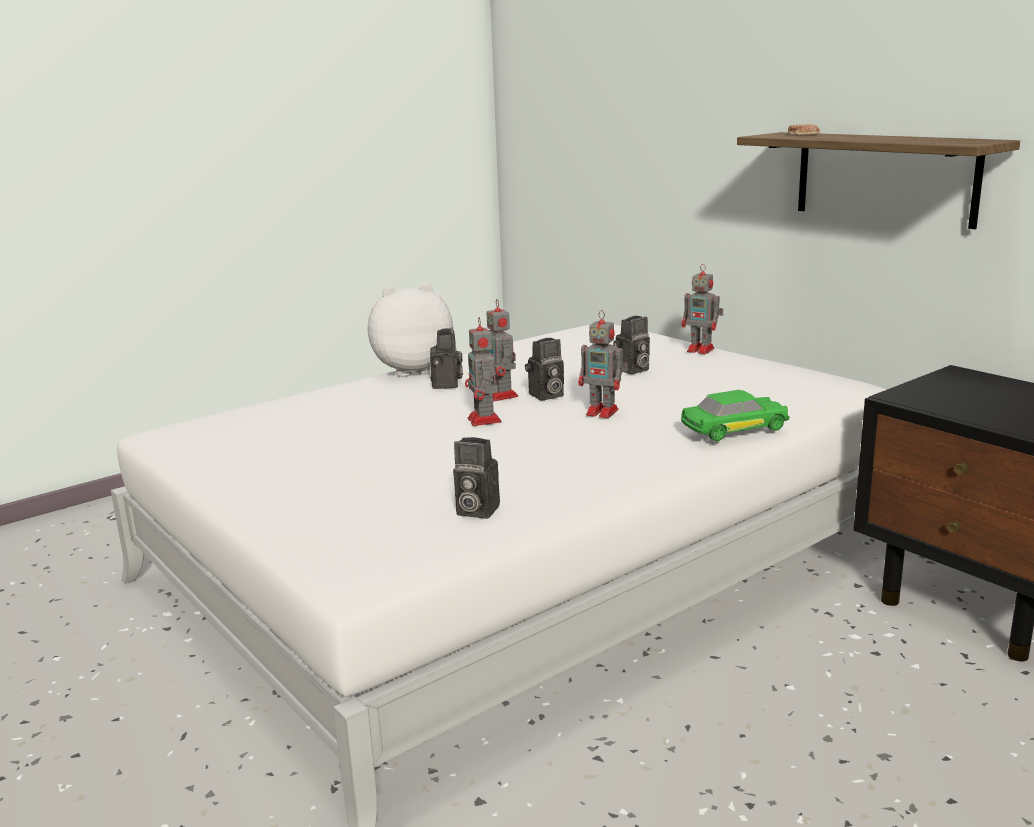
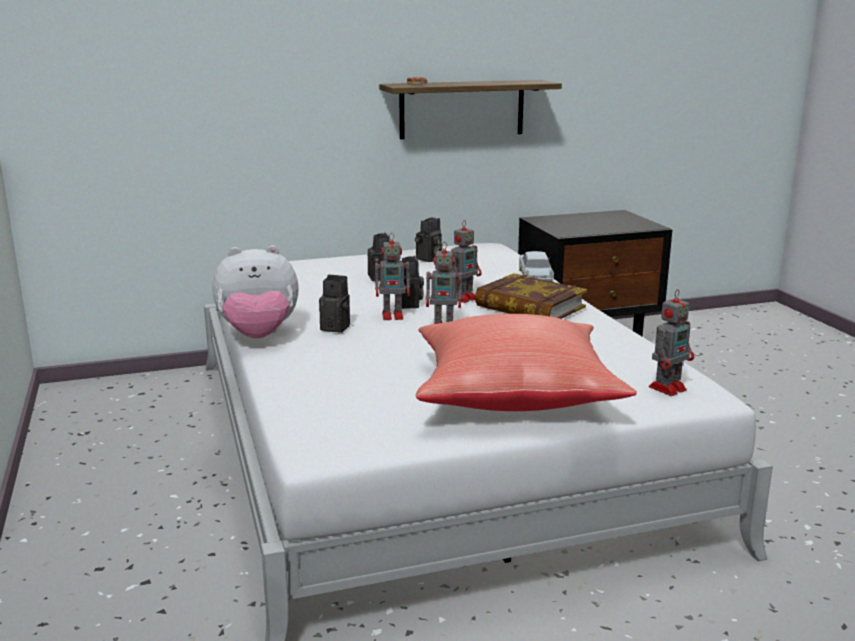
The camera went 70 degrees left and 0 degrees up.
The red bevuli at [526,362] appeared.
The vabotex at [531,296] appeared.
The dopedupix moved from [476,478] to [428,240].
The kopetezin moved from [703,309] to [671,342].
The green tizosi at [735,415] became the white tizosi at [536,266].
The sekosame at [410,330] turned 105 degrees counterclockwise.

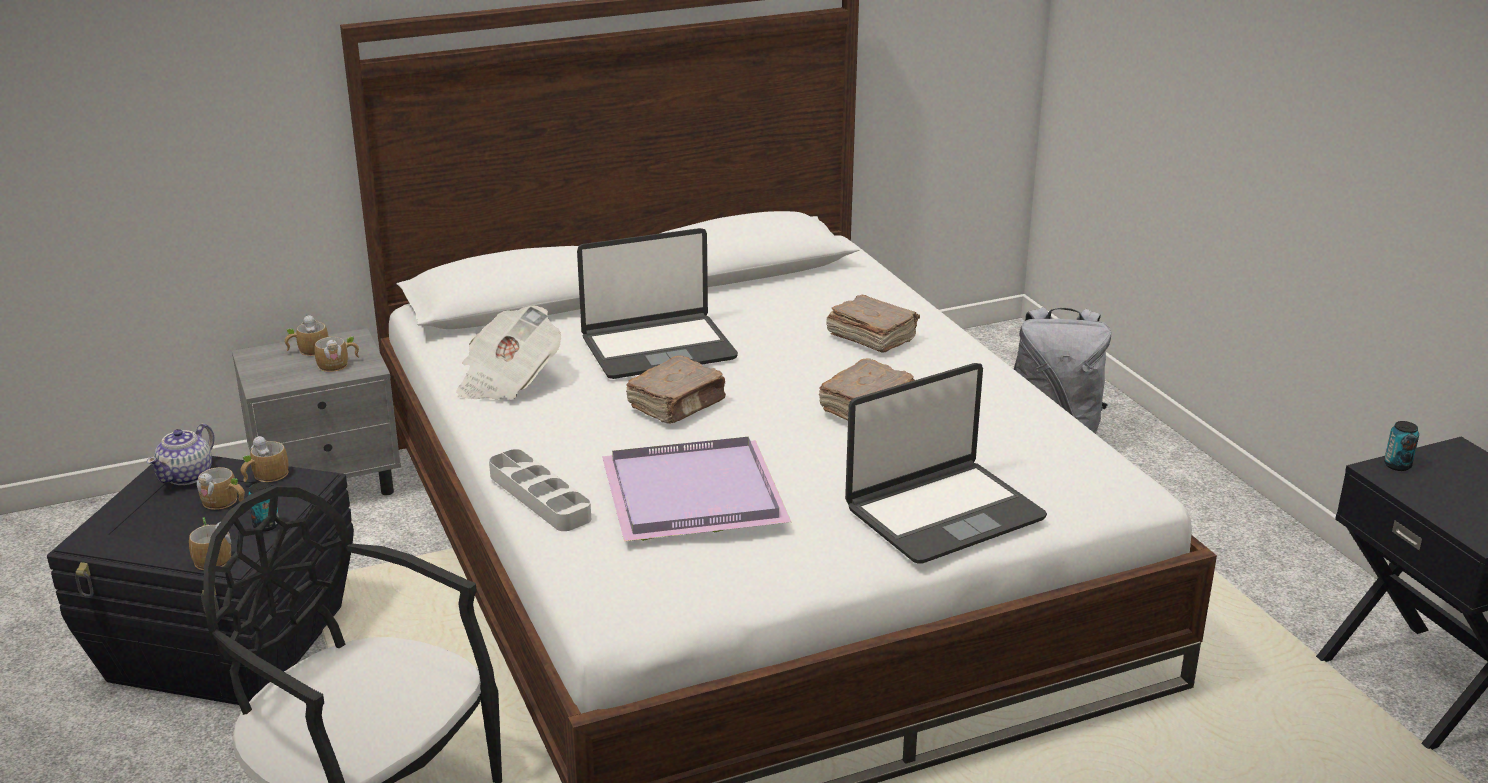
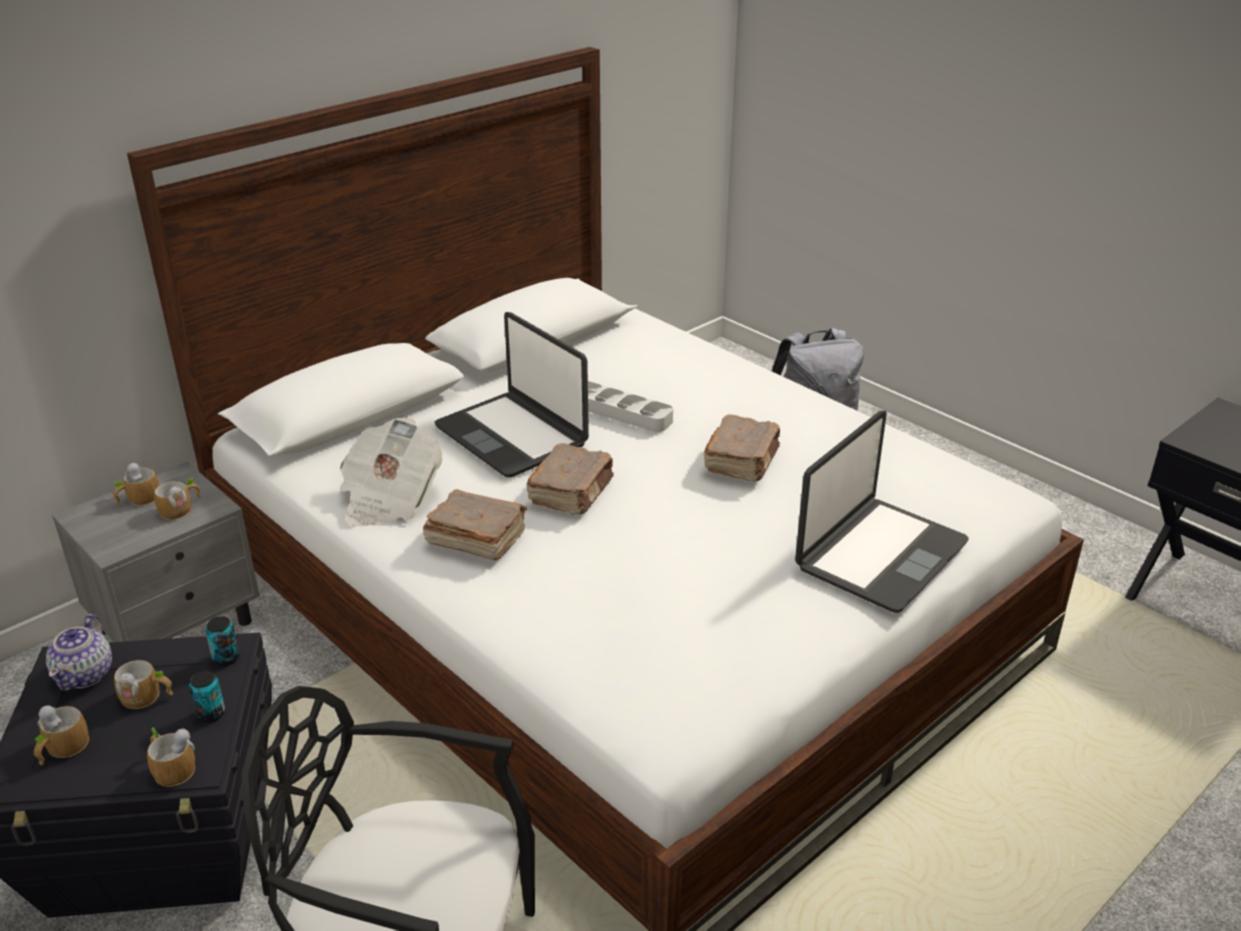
The camera went 20 degrees left and 5 degrees up.
The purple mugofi at [696,489] disappeared.
The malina moved from [265,459] to [61,735].
The grey mugofi moved from [540,490] to [630,406].
The brown vabotex moved from [873,323] to [475,524].
The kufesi moved from [1401,446] to [222,641].
The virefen at [657,303] turned 90 degrees clockwise.

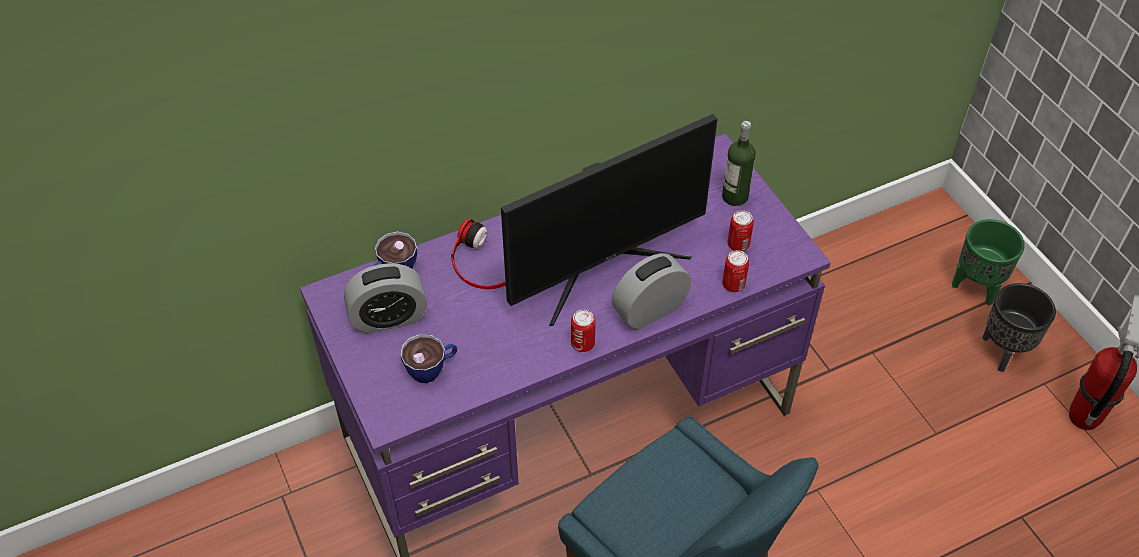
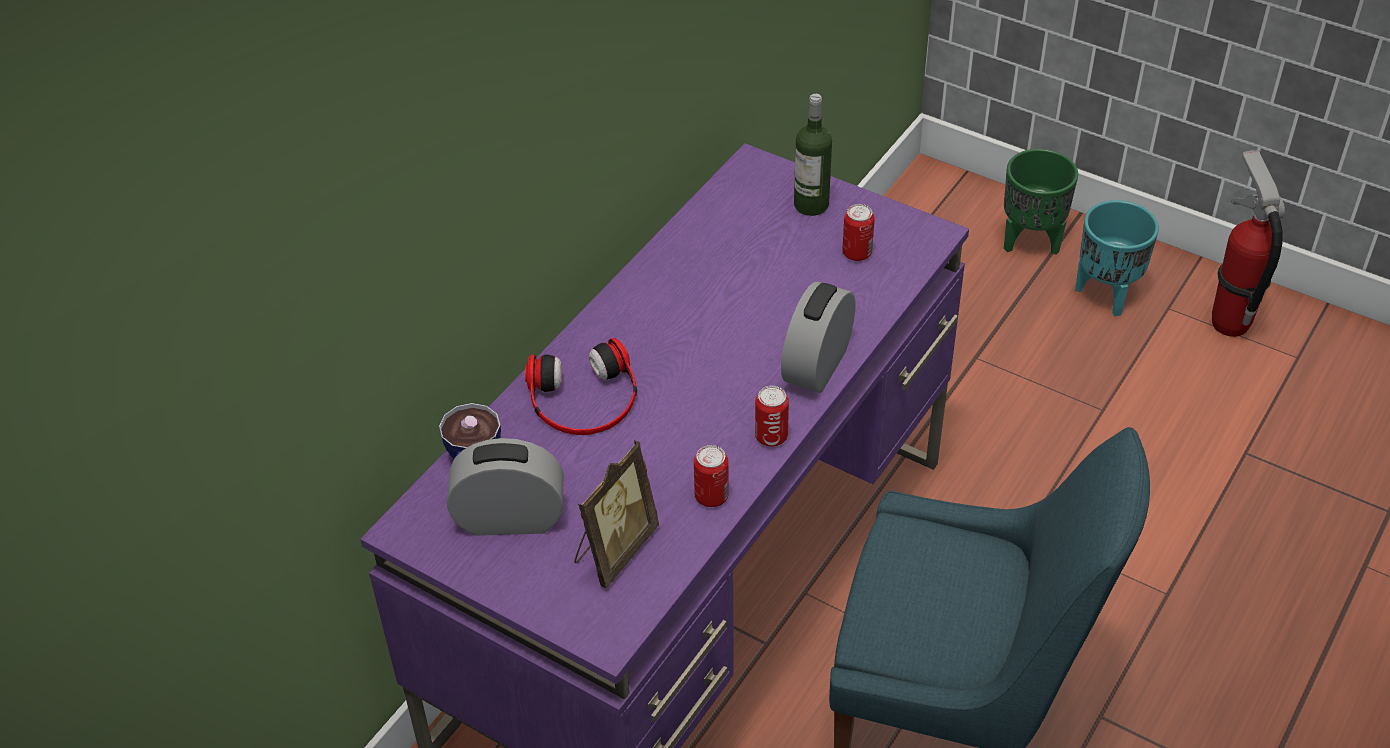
The camera went 30 degrees left and 5 degrees down.
The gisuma at [609,220] disappeared.
The kufesi moved from [735,271] to [711,476].
The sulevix at [428,358] was replaced by the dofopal at [616,514].
The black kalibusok at [1019,327] became the turquoise kalibusok at [1117,258].
The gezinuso at [385,298] turned 135 degrees counterclockwise.

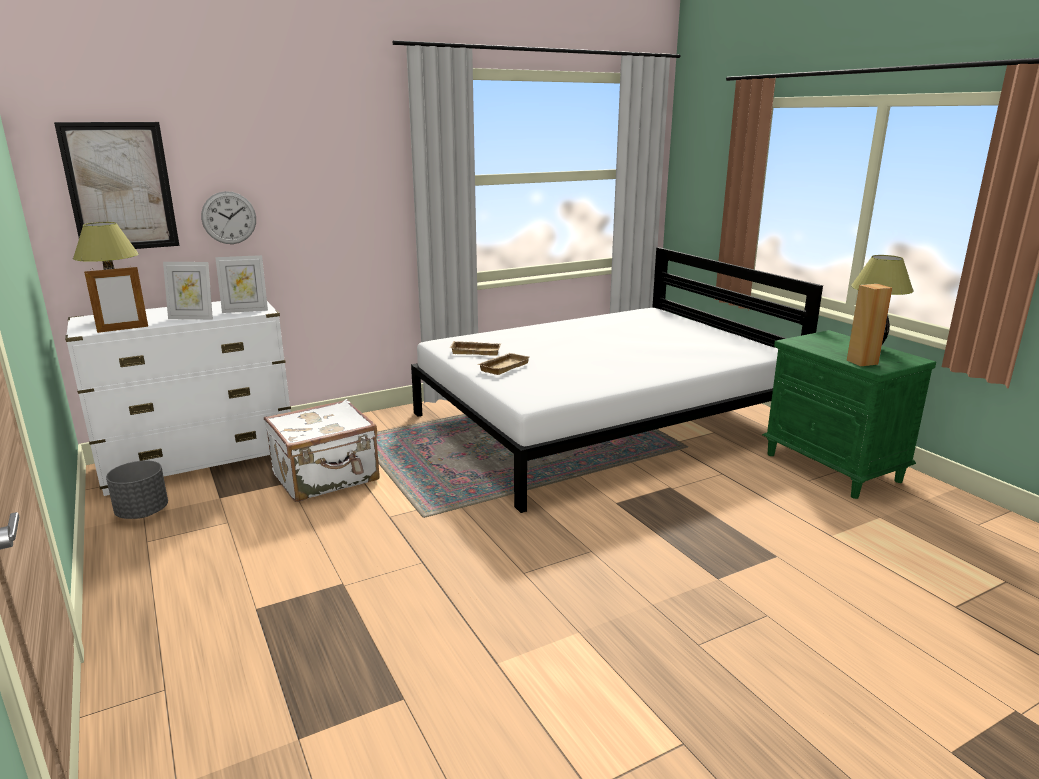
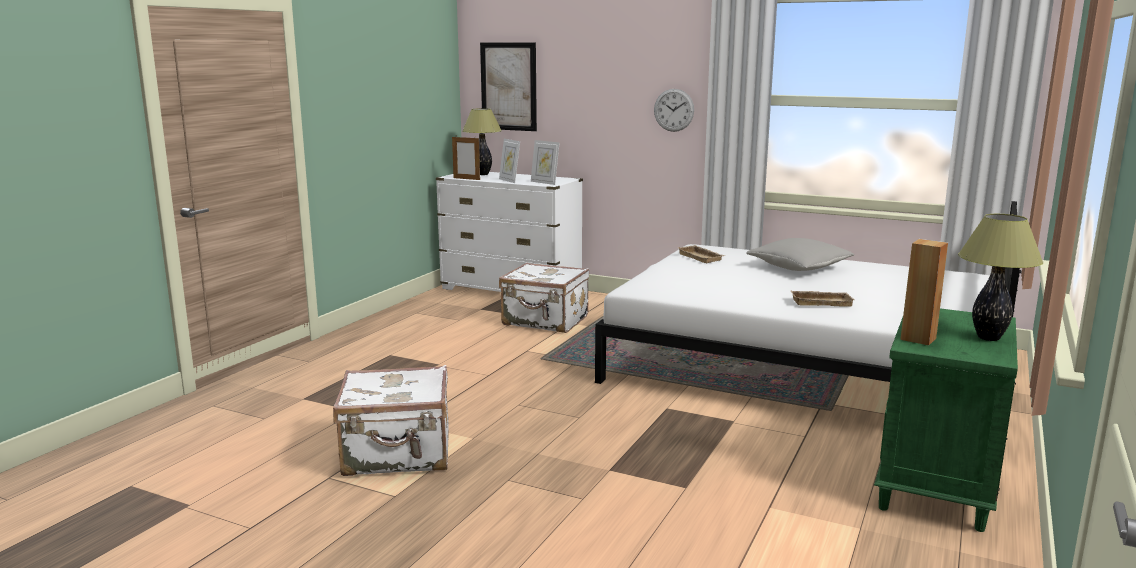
The camera went 55 degrees right and 5 degrees down.
The grey kalibusok at [137,489] disappeared.
The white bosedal at [391,420] appeared.
The grey bevuli at [800,254] appeared.
The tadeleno moved from [228,217] to [674,110].
The beige mugofi moved from [503,364] to [822,298].

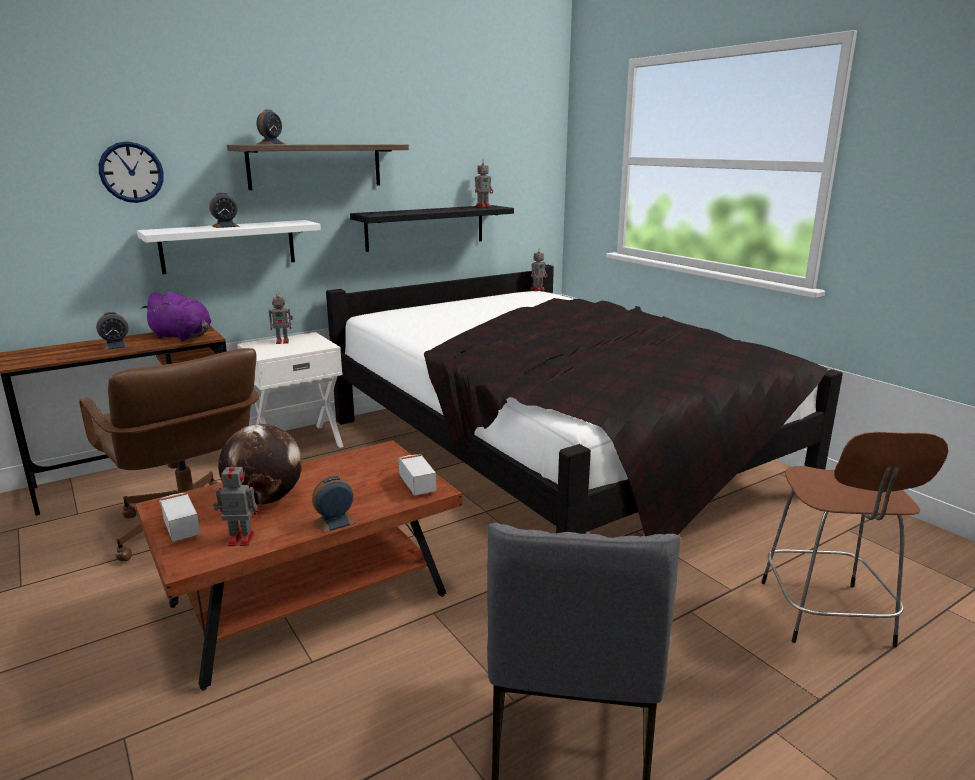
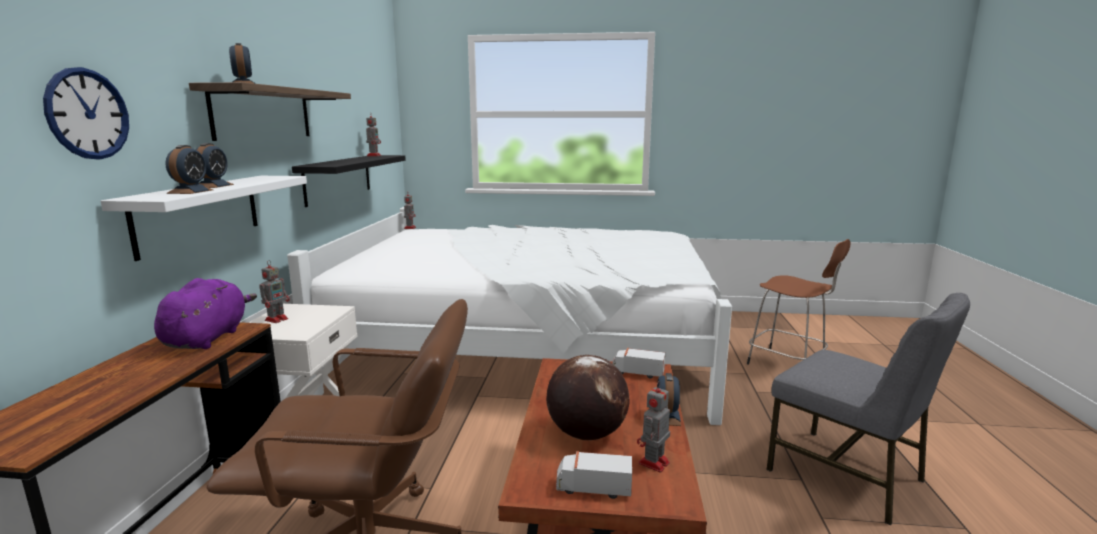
The camera went 50 degrees left and 5 degrees down.
The gezinuso moved from [113,331] to [189,169].
The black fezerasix at [584,400] became the white fezerasix at [509,316].
The purple sekosame at [176,316] turned 60 degrees counterclockwise.

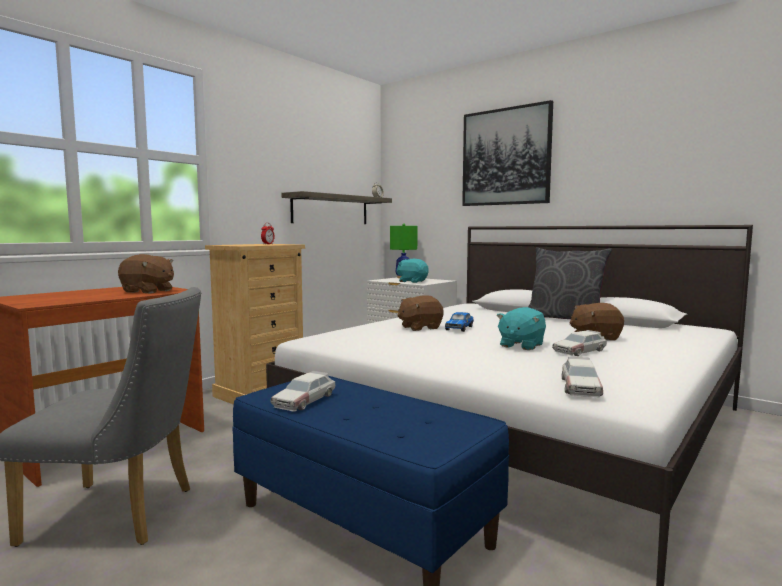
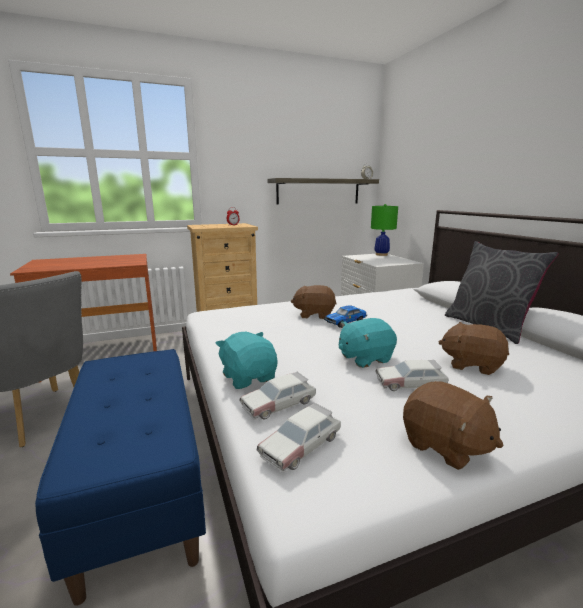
The camera went 30 degrees right and 10 degrees up.
The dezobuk at [507,153] disappeared.
The brown sekosame moved from [146,274] to [453,425].
The tizosi moved from [303,391] to [277,395].
The turquoise sekosame moved from [412,271] to [246,360].

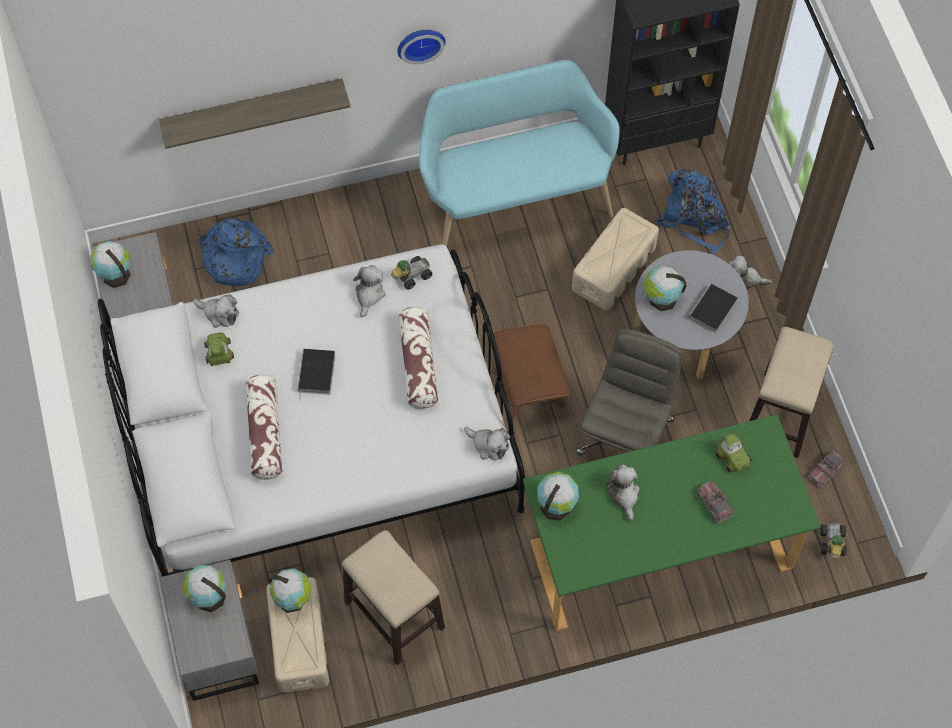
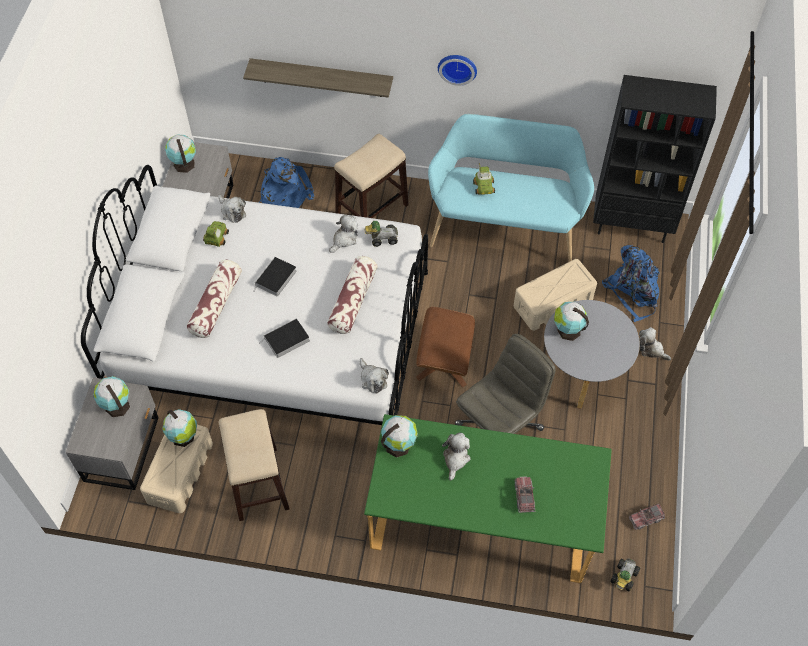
The camera went 25 degrees right and 5 degrees down.
The vabotex moved from [712,308] to [286,338].
The tizosi moved from [734,453] to [484,179].
The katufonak moved from [791,392] to [371,176].

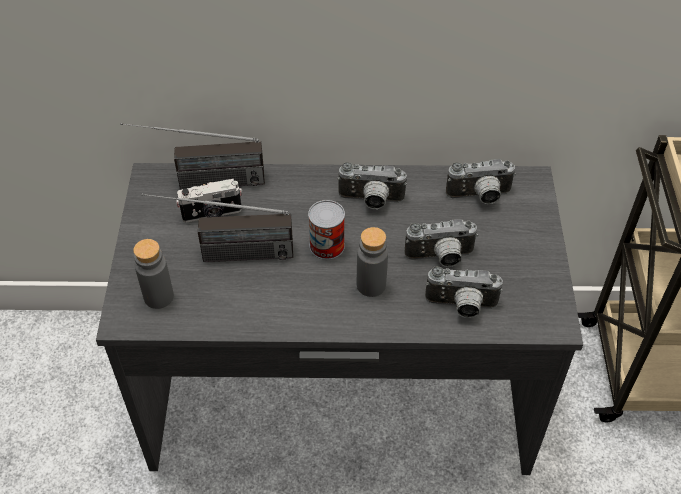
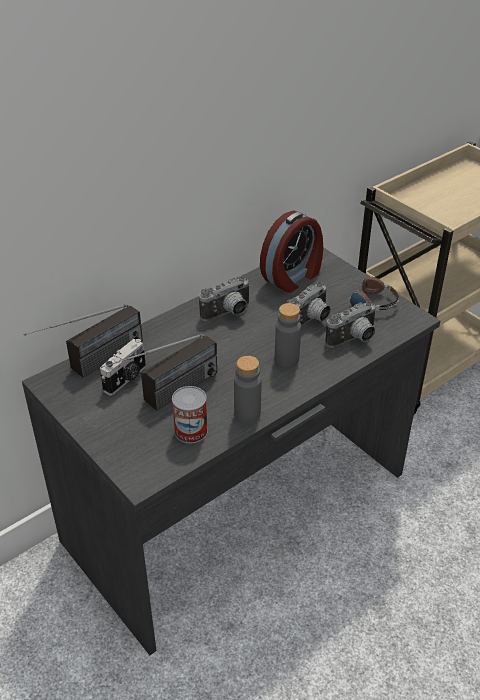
The camera went 40 degrees left and 10 degrees down.
The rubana at [372,293] appeared.
The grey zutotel moved from [153,274] to [247,389].
The kufesi moved from [326,230] to [190,414].
The dopedupix at [481,181] was replaced by the gezinuso at [291,252].

